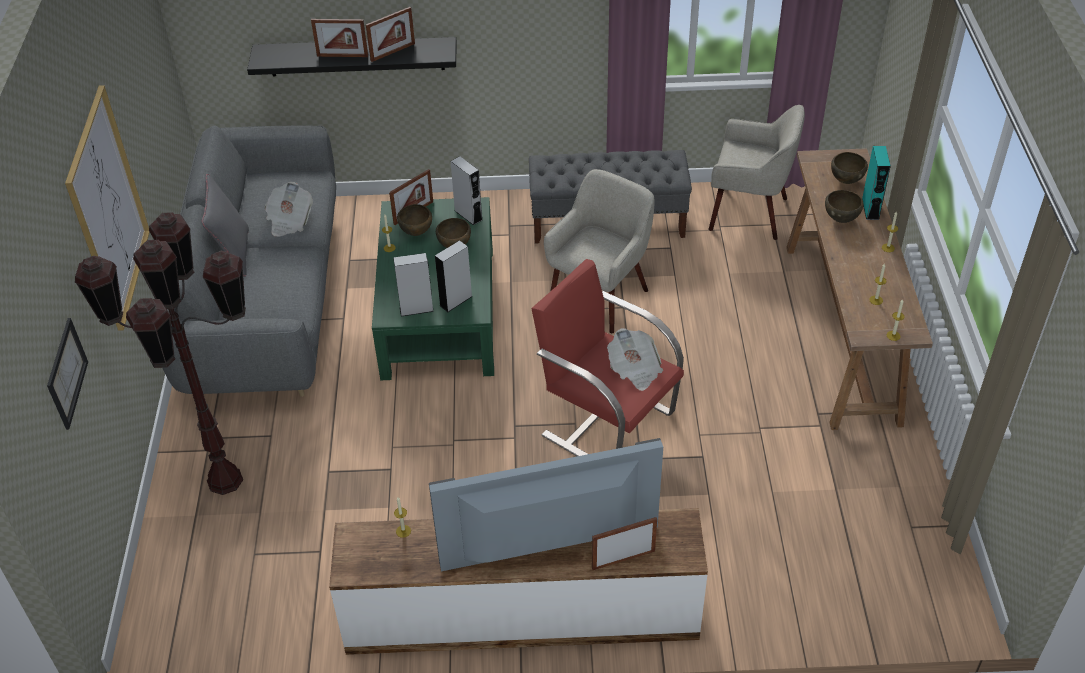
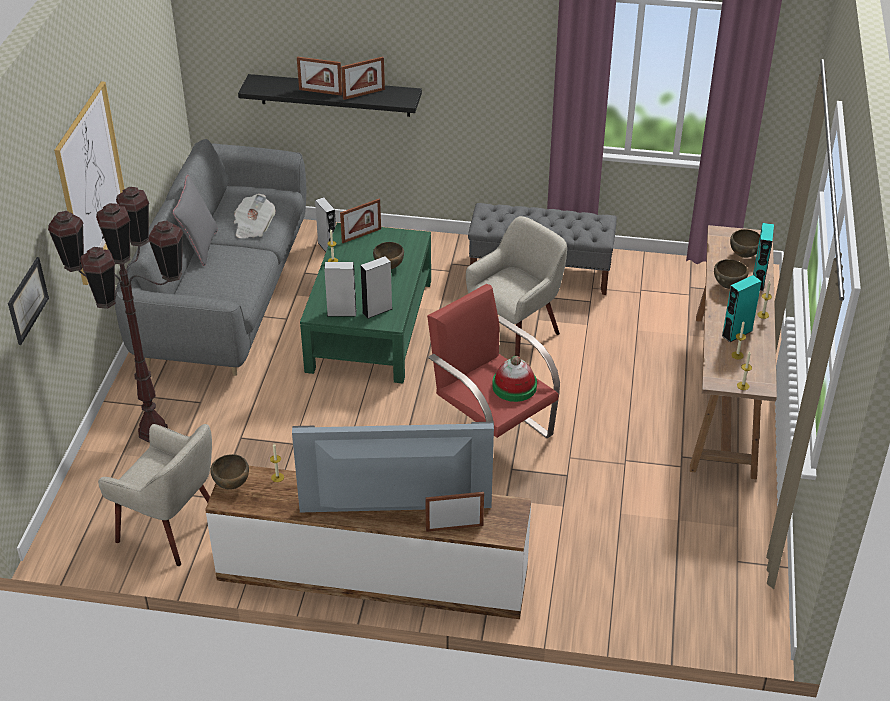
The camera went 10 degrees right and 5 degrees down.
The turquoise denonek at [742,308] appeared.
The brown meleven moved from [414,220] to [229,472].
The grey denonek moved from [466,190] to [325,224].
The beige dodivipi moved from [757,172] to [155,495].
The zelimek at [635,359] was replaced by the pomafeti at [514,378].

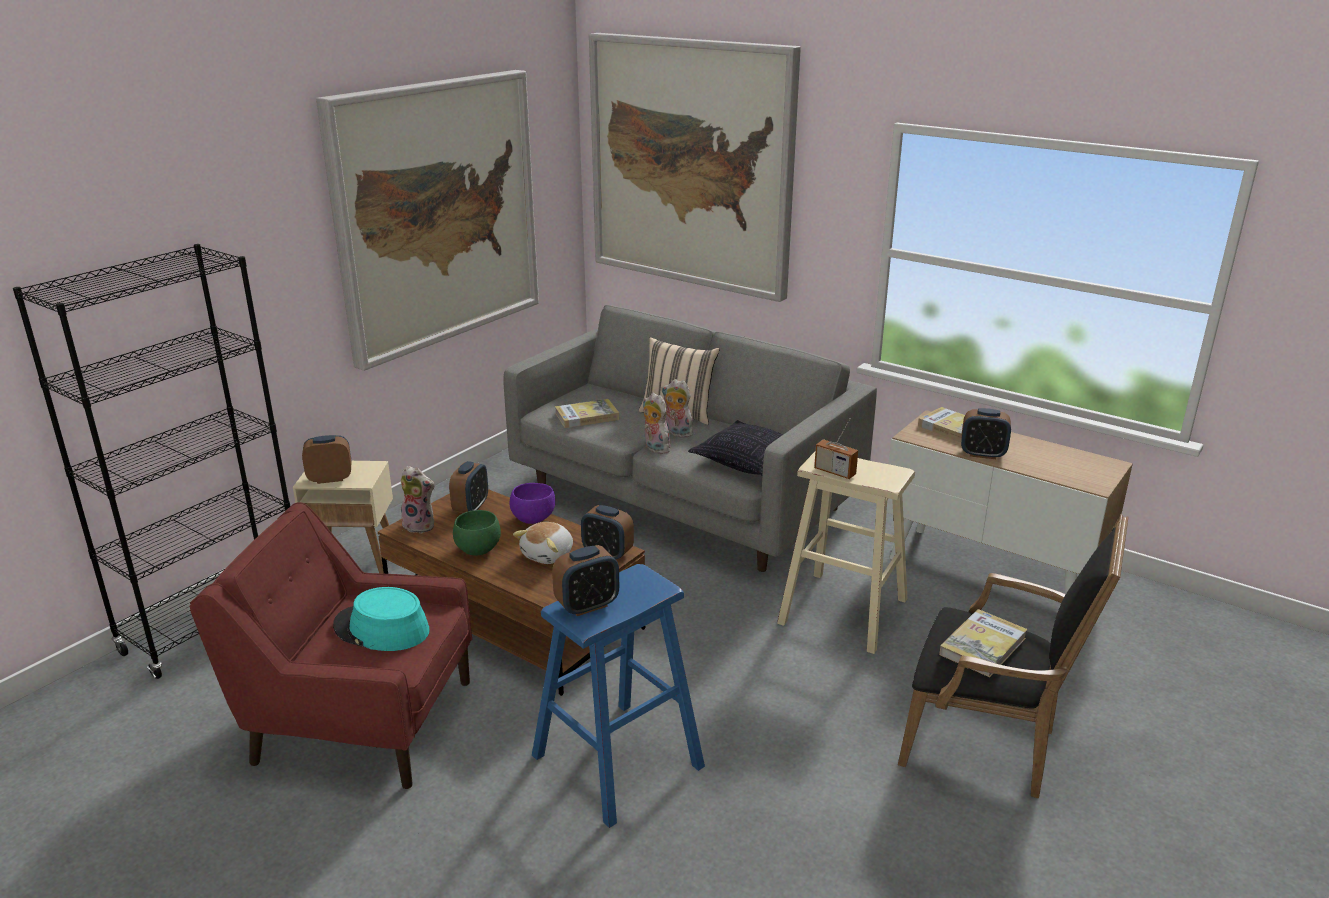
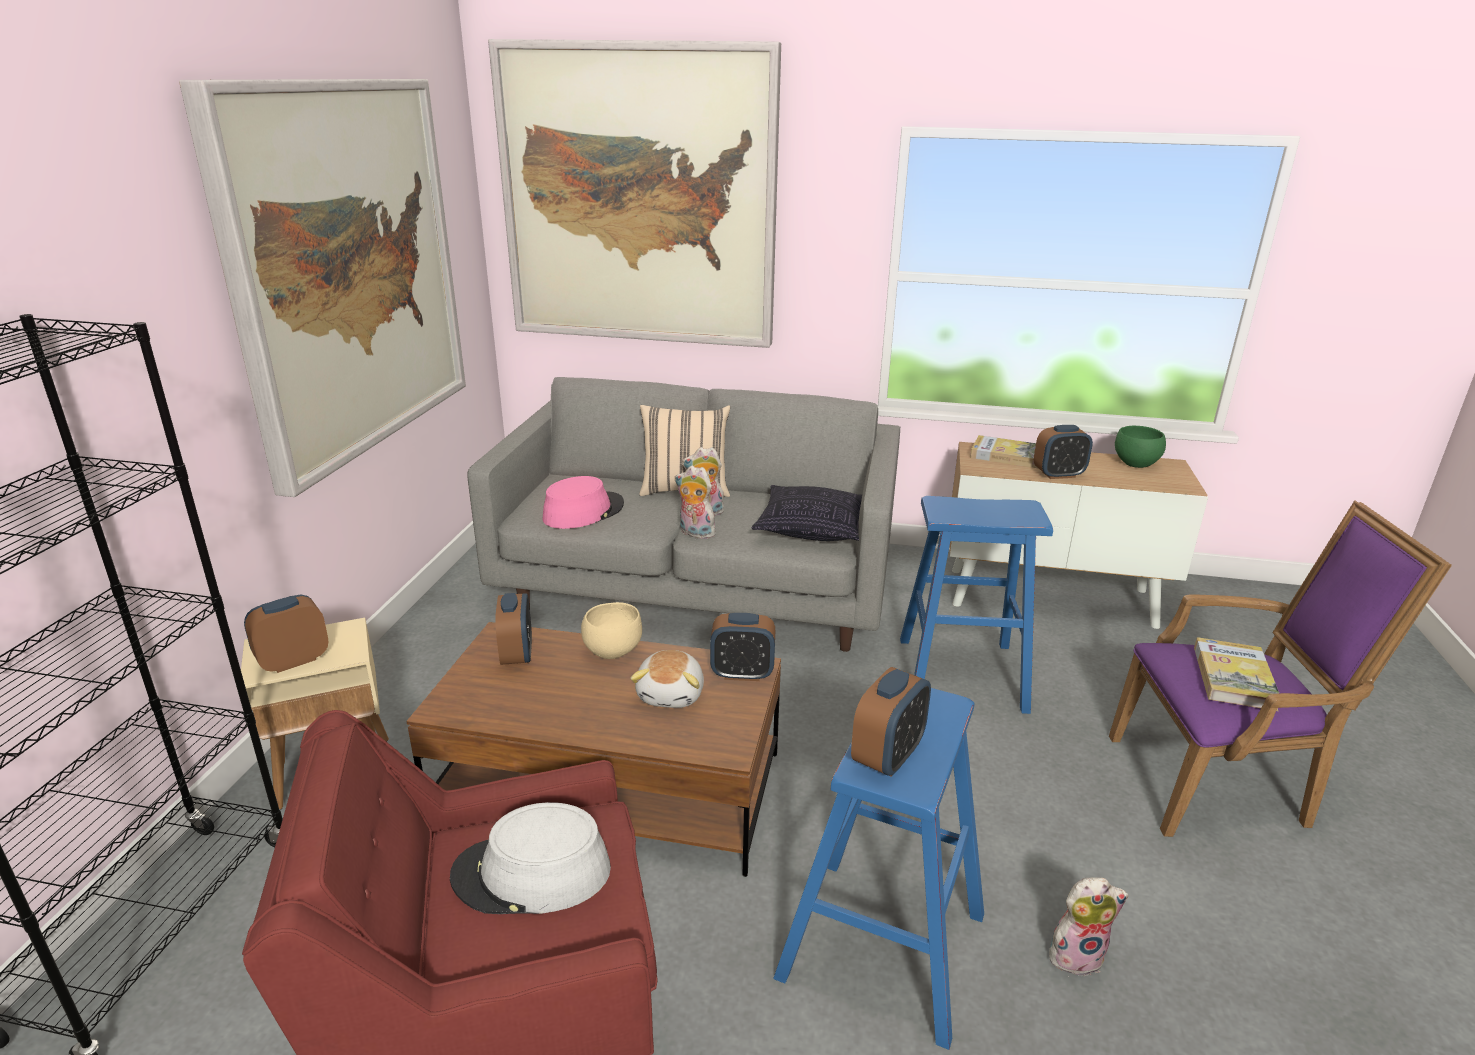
The camera went 25 degrees left and 0 degrees up.
The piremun at [836,448] disappeared.
The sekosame moved from [417,499] to [1089,927].
The green meleven moved from [477,533] to [1140,447].
The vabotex at [587,413] was replaced by the pink pomafeti at [583,502].
The turquoise pomafeti at [381,619] became the grey pomafeti at [530,858].
The purple meleven at [532,503] became the beige meleven at [611,630].
The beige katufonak at [846,553] became the blue katufonak at [976,605].
The black dodivipi at [1013,656] became the purple dodivipi at [1280,668].

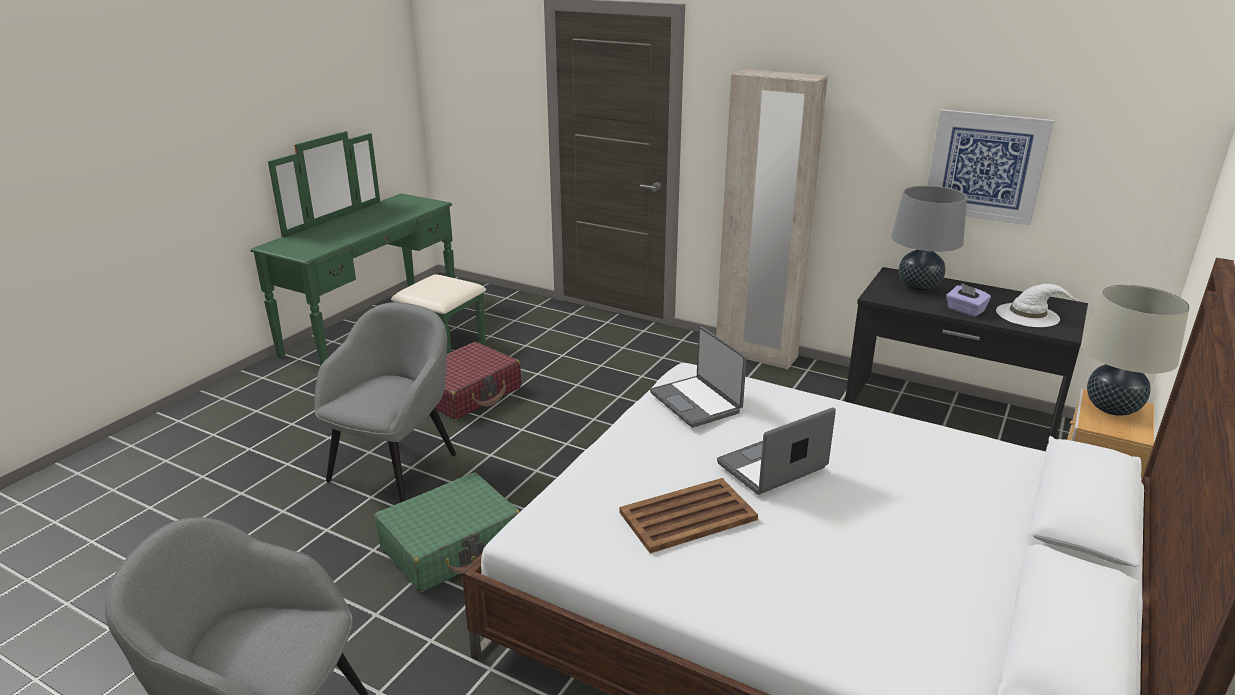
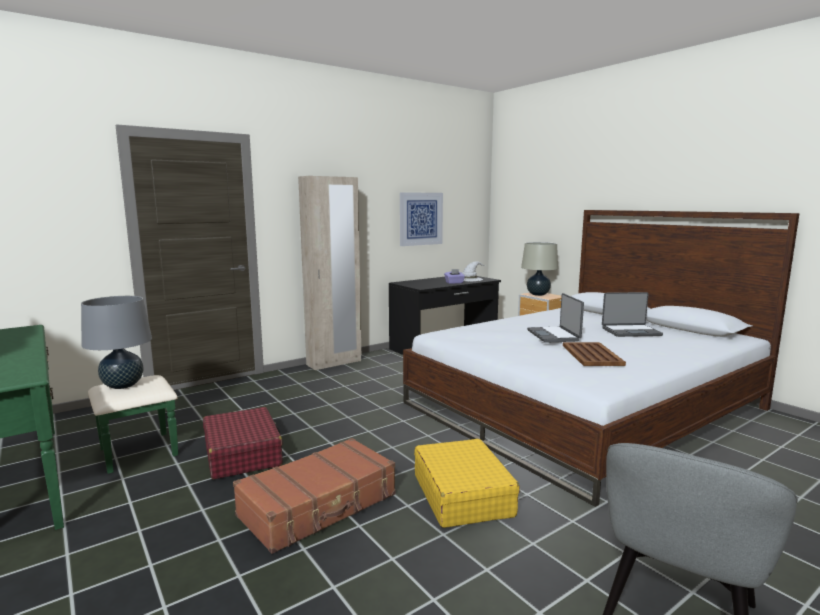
The camera went 65 degrees left and 15 degrees down.
The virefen moved from [698,377] to [632,314].
The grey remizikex moved from [929,239] to [116,342].
The grey dodivipi at [385,402] was replaced by the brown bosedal at [314,496].
The green bosedal at [447,532] became the yellow bosedal at [467,483].

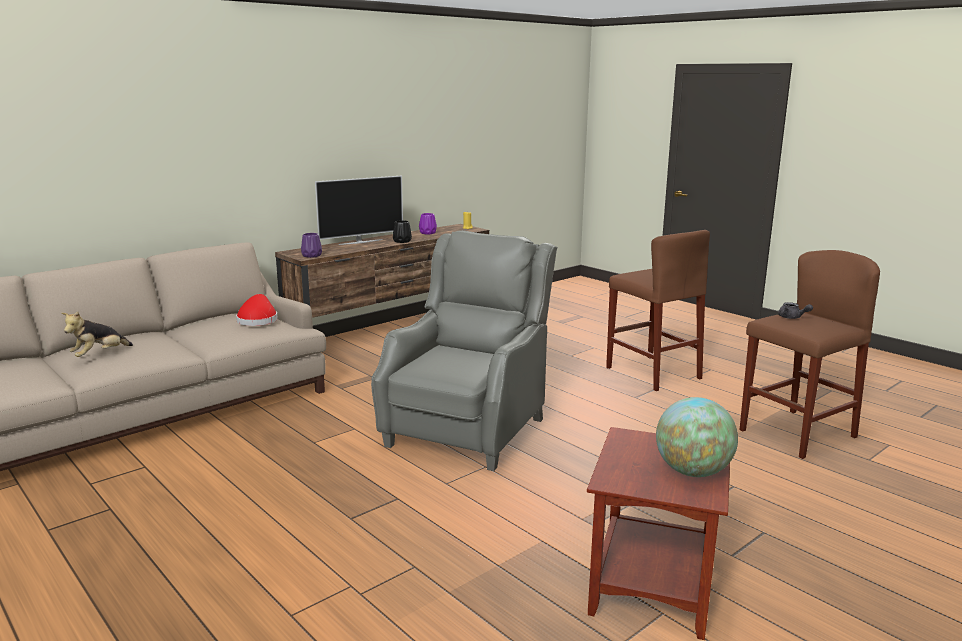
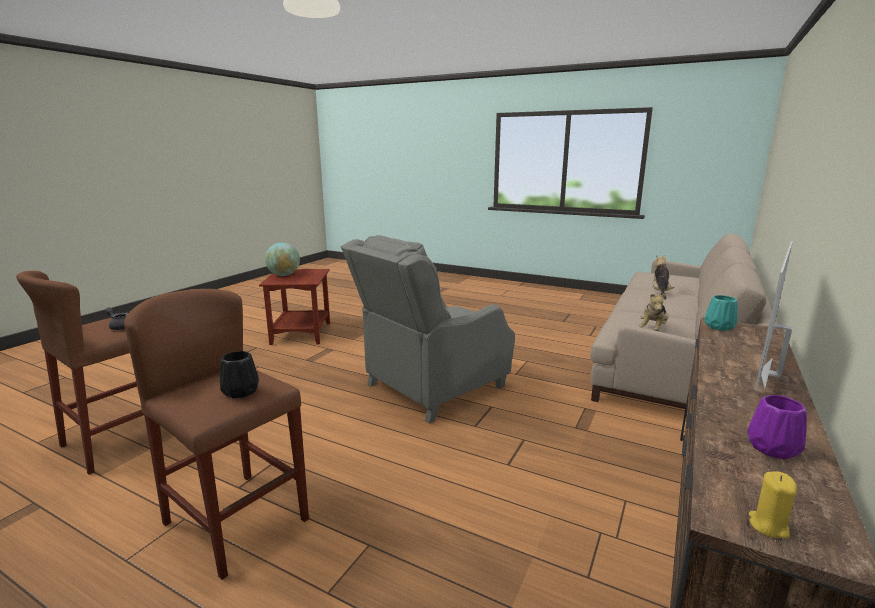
The camera went 160 degrees right and 0 degrees up.
The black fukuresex moved from [402,231] to [239,374].
The red pomafeti at [257,310] was replaced by the sekosame at [653,312].
The purple fukuresex at [311,245] became the turquoise fukuresex at [721,313].
The grey dodivipi at [464,350] turned 45 degrees clockwise.

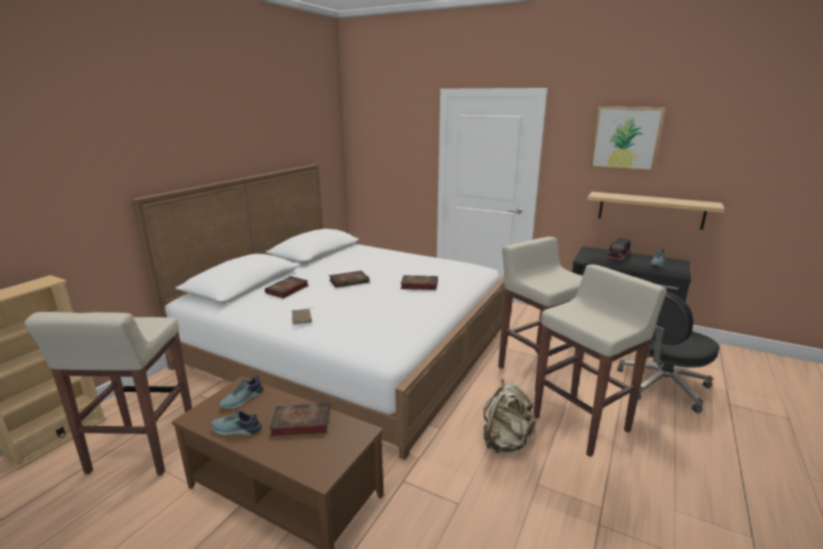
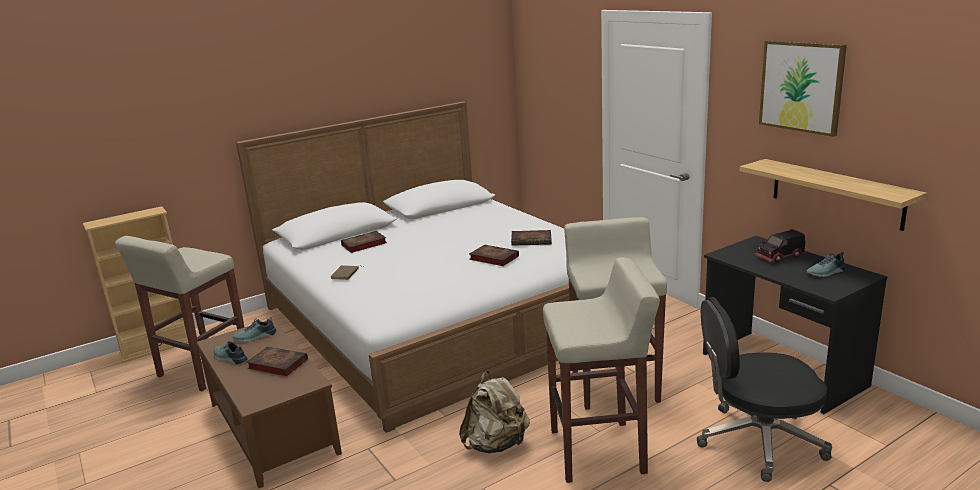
The camera went 30 degrees right and 0 degrees up.
The vabotex moved from [349,279] to [531,238].

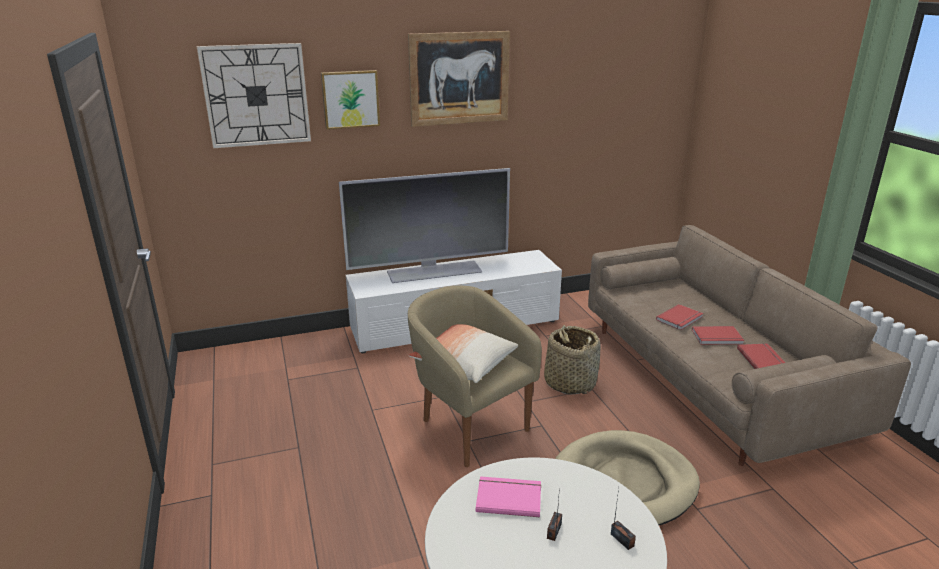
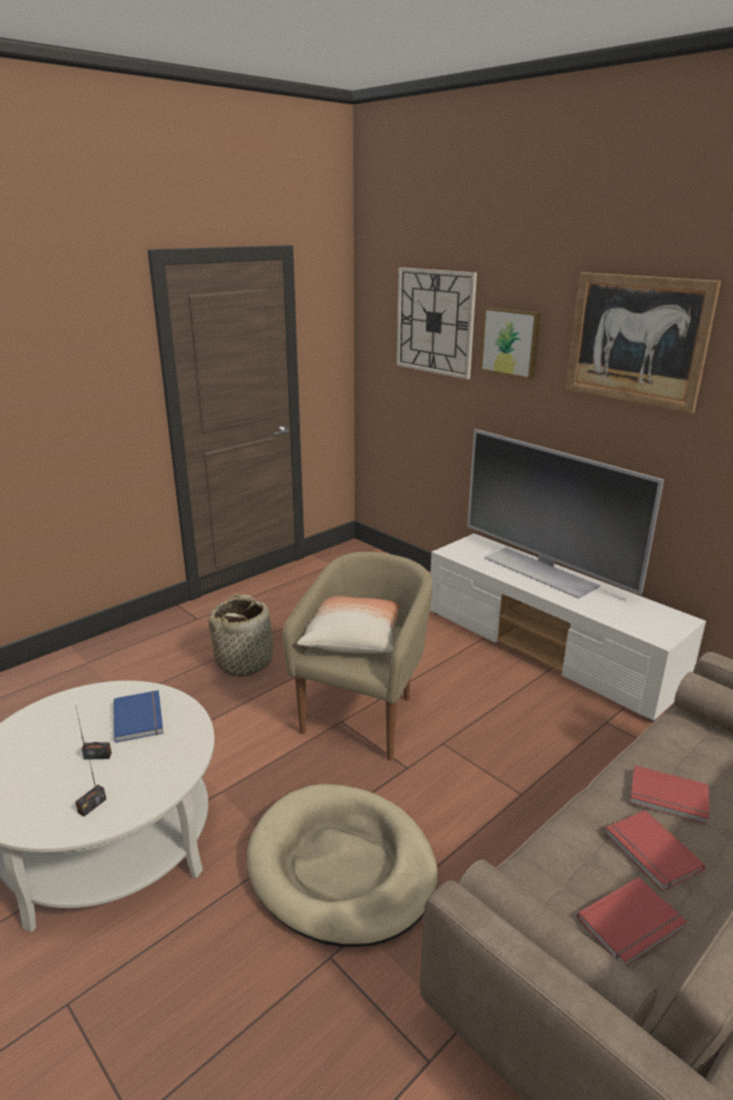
The camera went 65 degrees right and 0 degrees up.
The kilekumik moved from [572,360] to [242,635].
The pink vabotex at [508,496] became the blue vabotex at [138,716].

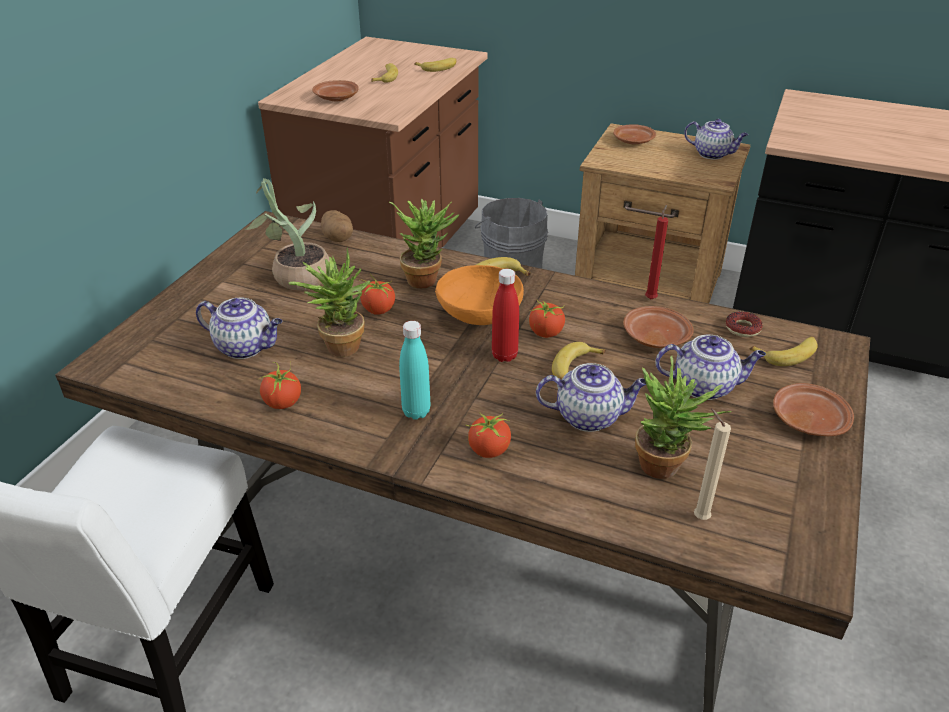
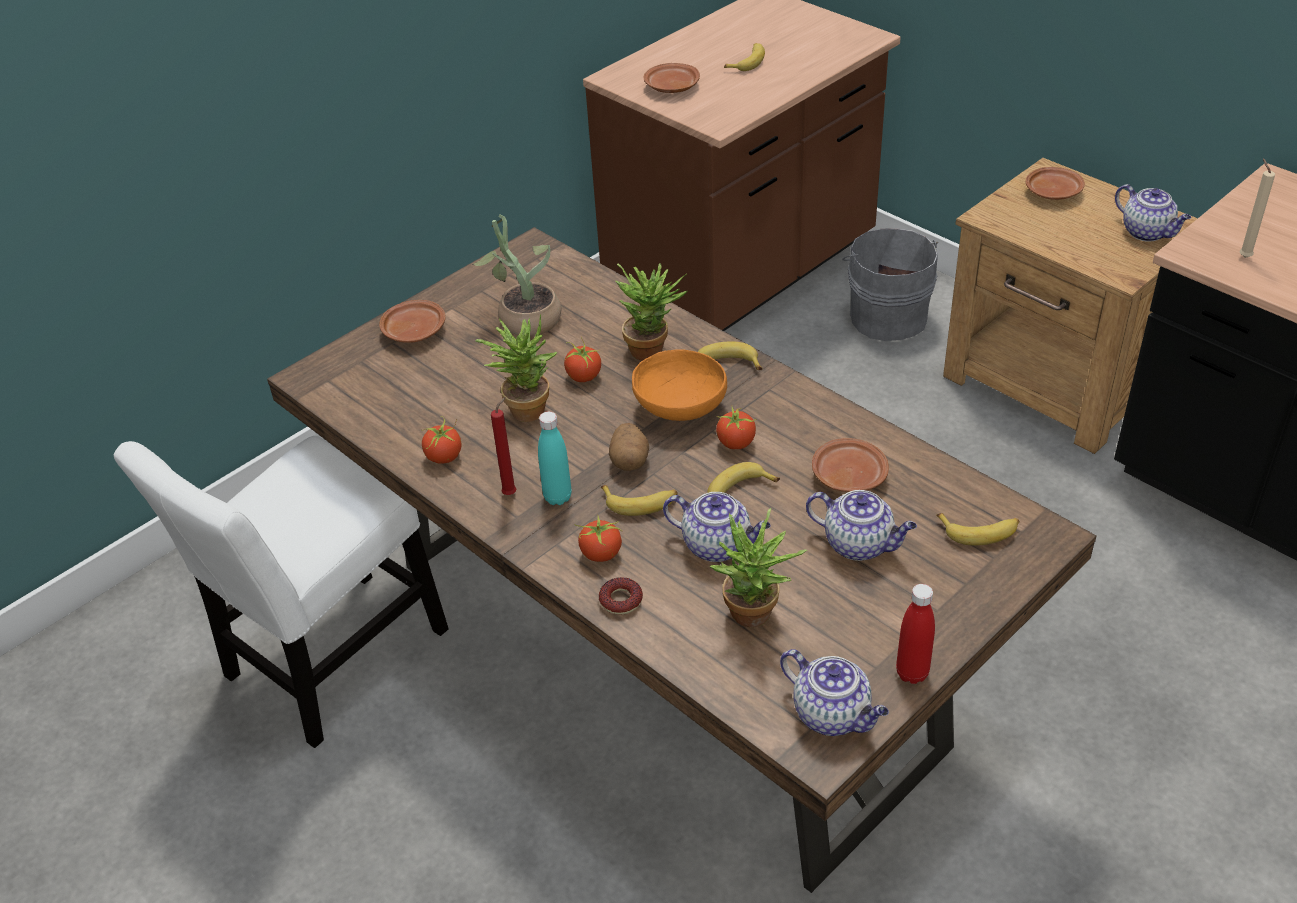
The camera went 25 degrees right and 5 degrees up.
The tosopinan moved from [239,328] to [834,692].
The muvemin moved from [337,226] to [629,447].
The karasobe moved from [435,65] to [639,500].
The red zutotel moved from [505,315] to [915,634].
The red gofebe moved from [656,252] to [503,446].
The beige gofebe moved from [712,464] to [1257,208].
The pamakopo moved from [744,324] to [621,596].
The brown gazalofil moved from [813,409] to [412,321].

